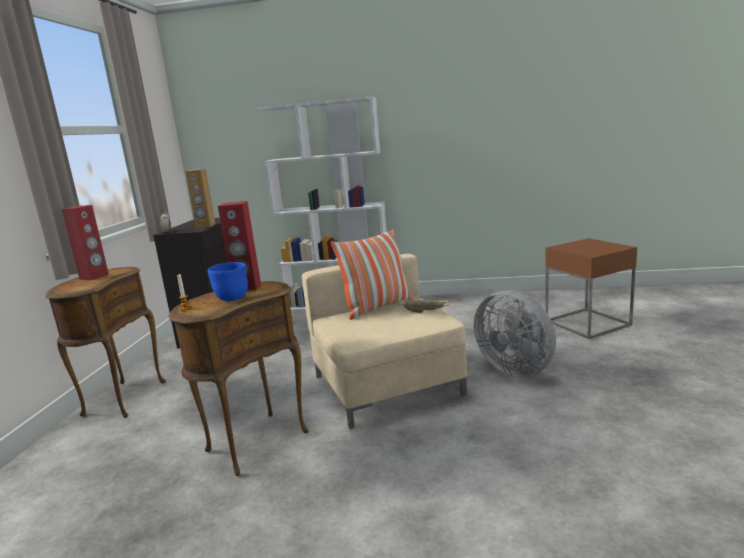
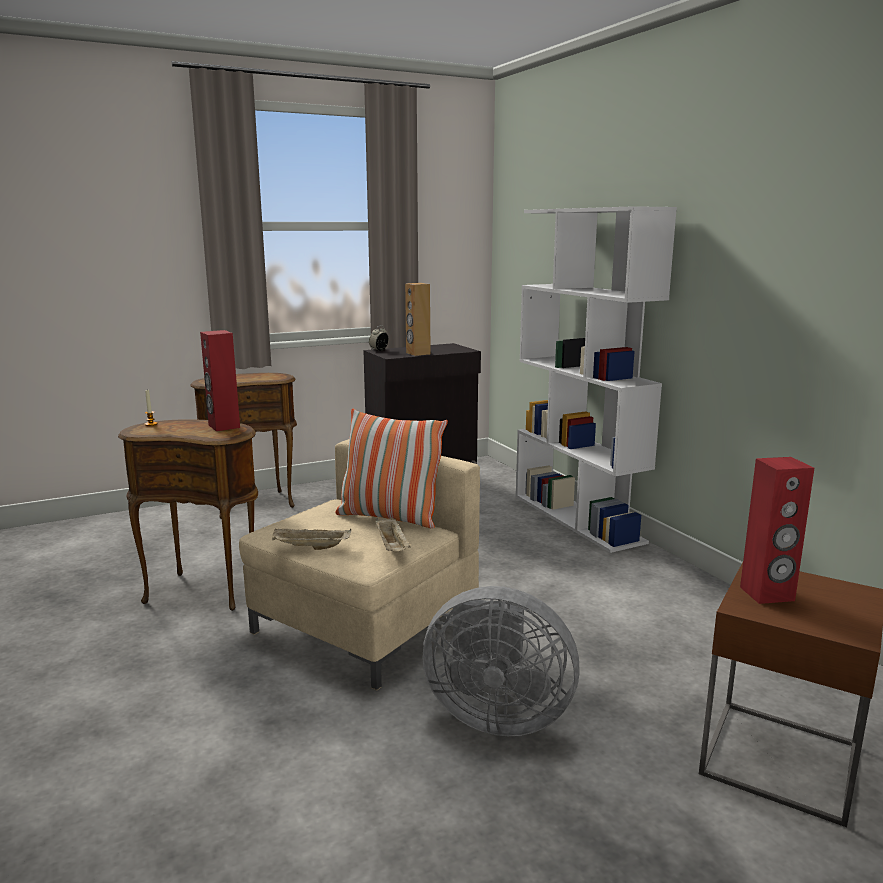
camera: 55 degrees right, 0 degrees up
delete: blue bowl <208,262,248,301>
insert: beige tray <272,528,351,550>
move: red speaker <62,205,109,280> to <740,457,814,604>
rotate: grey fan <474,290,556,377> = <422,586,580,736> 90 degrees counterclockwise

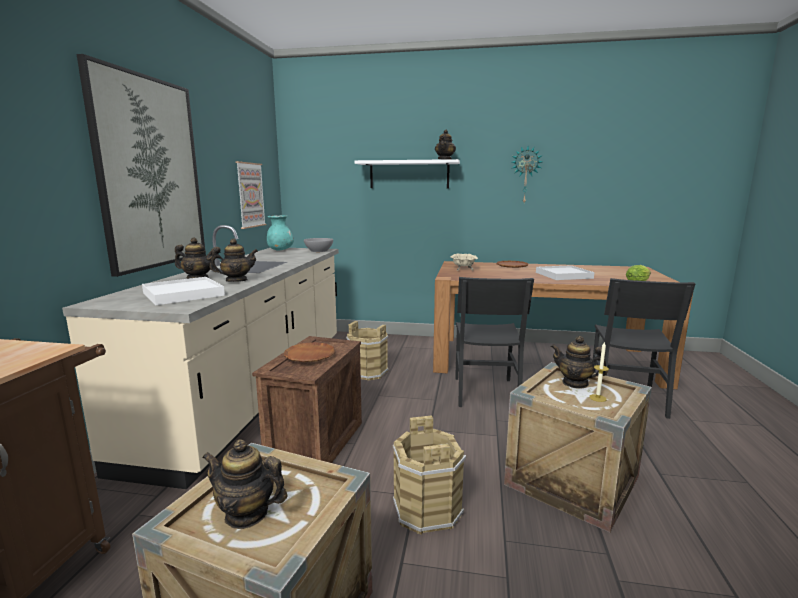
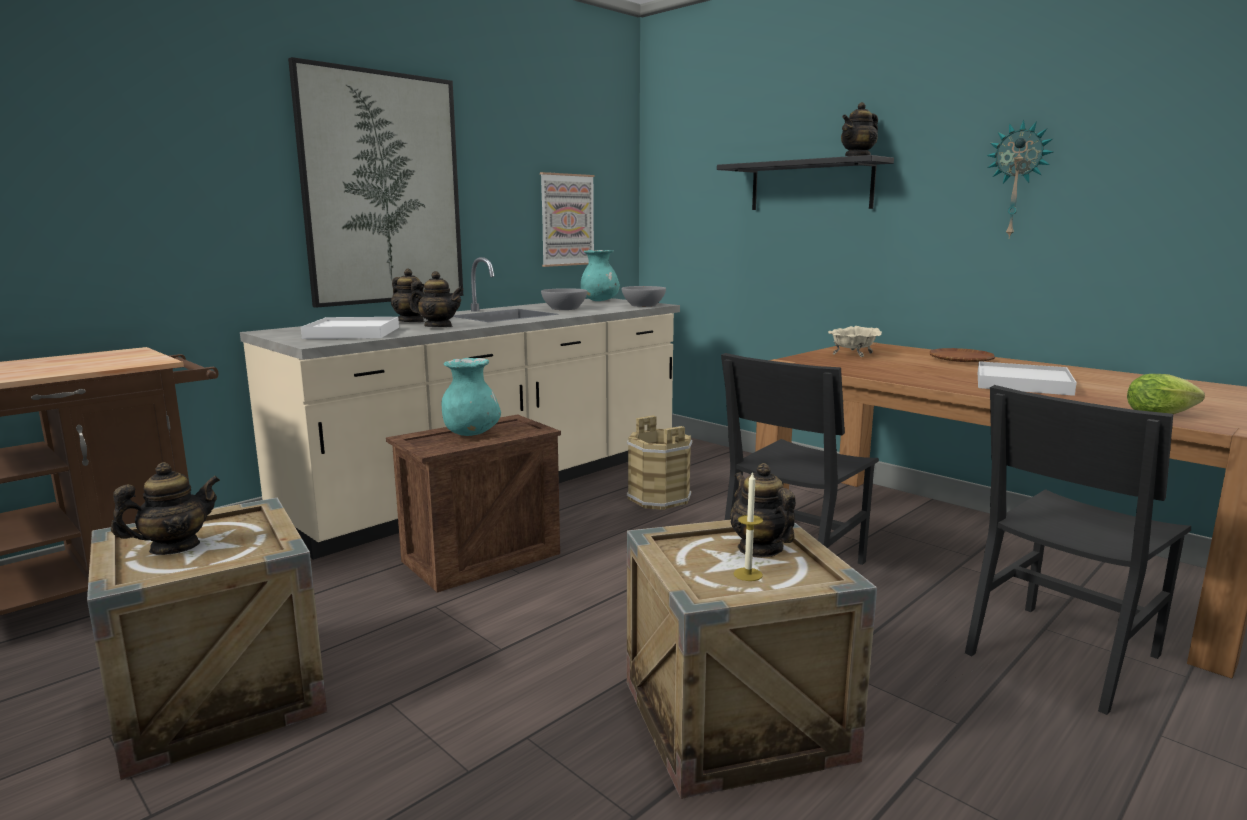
camera: 35 degrees right, 0 degrees up
delete: brown bucket <393,415,466,535>
insert: grey bowl <541,288,587,310>
replace: brown plate <284,342,335,362> to turquoise vase <442,358,501,436>
recolor: white shelf <354,159,460,188> to black shelf <717,155,894,210>
rotate: teapot <202,439,288,529> = <111,462,220,555> 90 degrees clockwise

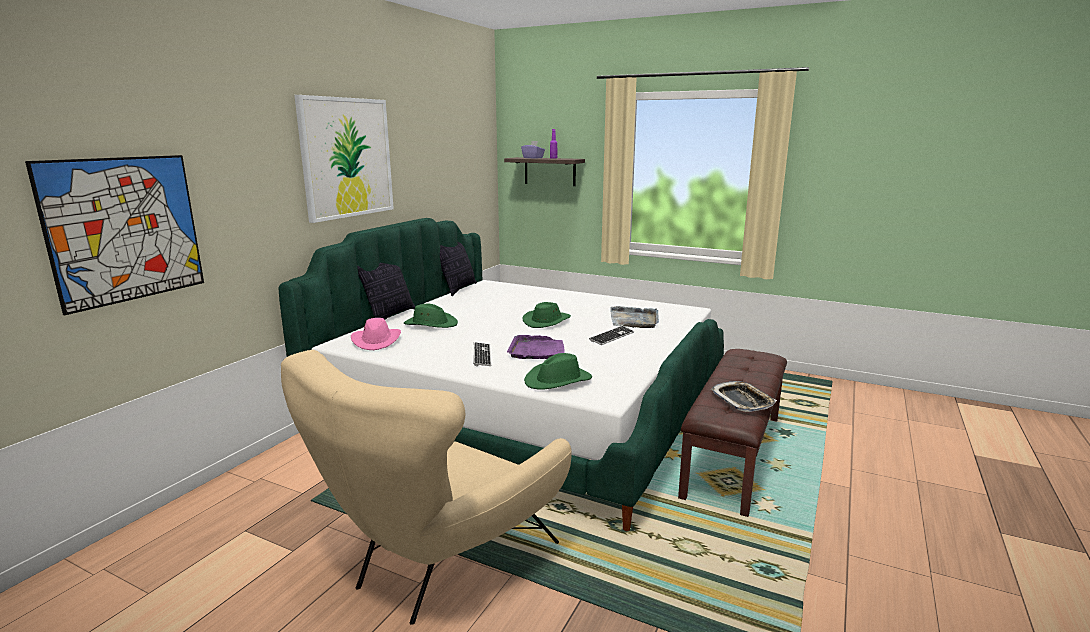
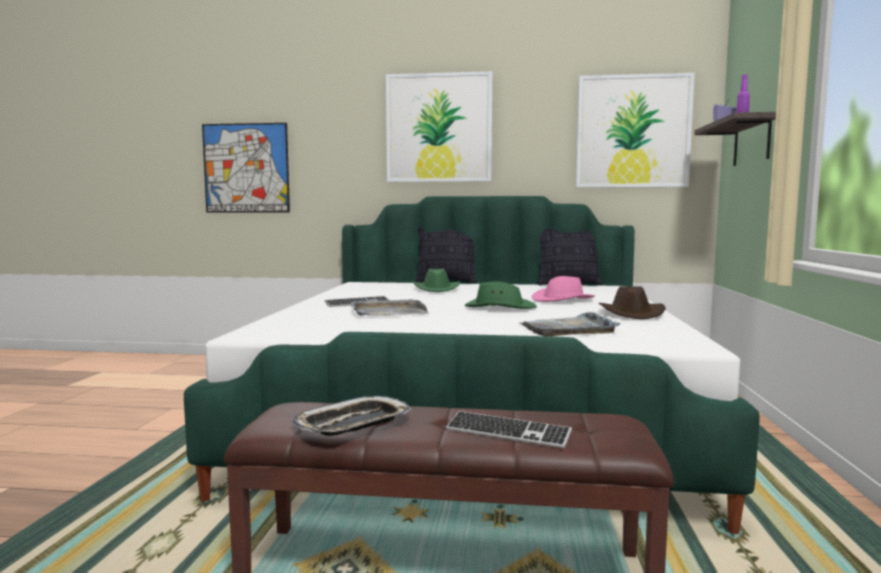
camera: 70 degrees right, 10 degrees down
delete: beige armchair <281,350,572,625>; green hat <524,353,592,390>
insert: picture <576,73,695,188>; brown hat <599,286,666,319>
move: pink hat <351,318,401,350> to <532,276,595,302>; keyboard <589,326,634,345> to <446,411,572,448>
recolor: purple tray <507,335,565,359> to grey tray <351,299,429,316>

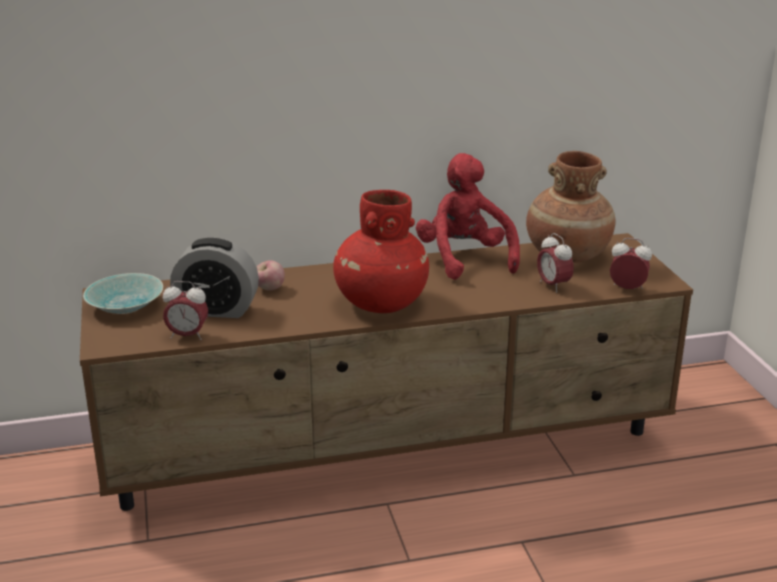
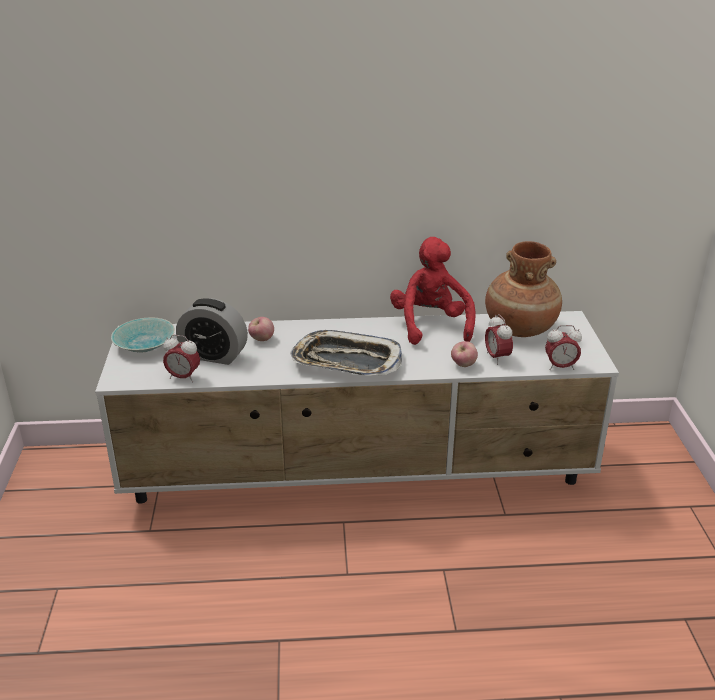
camera: 10 degrees right, 5 degrees up
insert: apple <451,341,478,367>
replace: red vase <333,190,429,313> to tray <290,330,402,376>
recolor: brown tv stand <80,233,693,511> to white tv stand <95,311,619,504>
rotate: alarm clock <610,238,652,289> = <545,325,582,370> 150 degrees clockwise

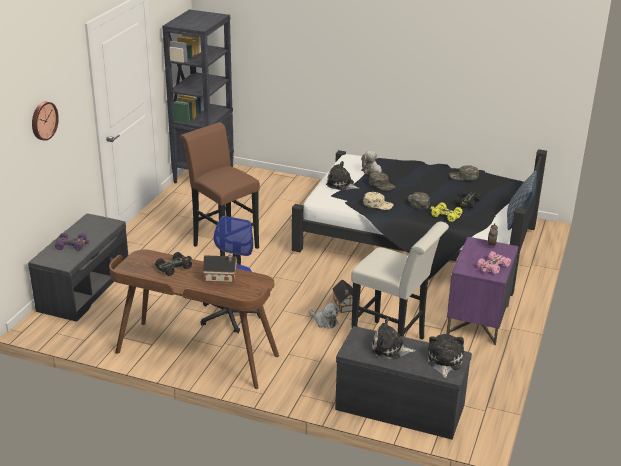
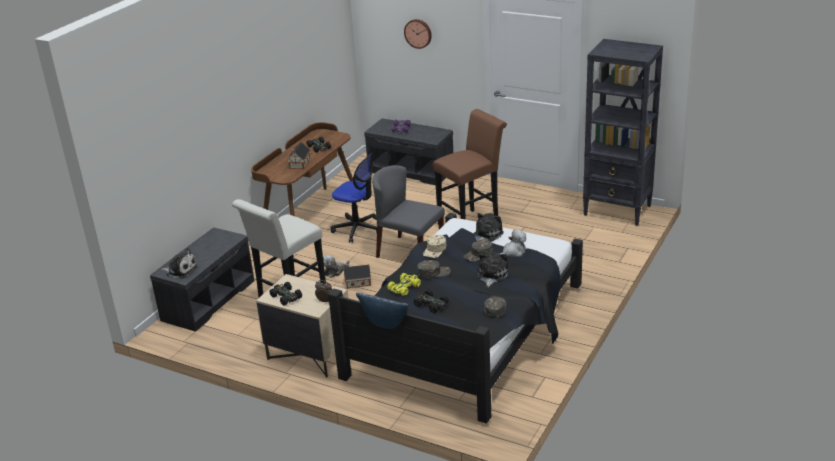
camera: 100 degrees right, 0 degrees up
insert: grey chair <372,165,445,258>
move: plush toy <371,318,416,359> to <478,252,508,287>
recolor: purple nightstand <446,237,519,345> to beige nightstand <256,274,348,378>; pink toy car <477,251,511,274> to black toy car <270,282,302,305>

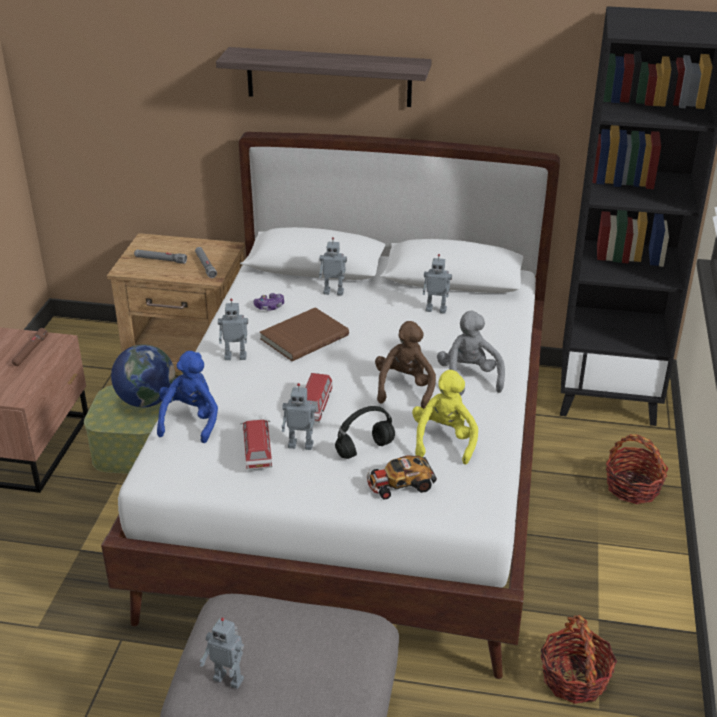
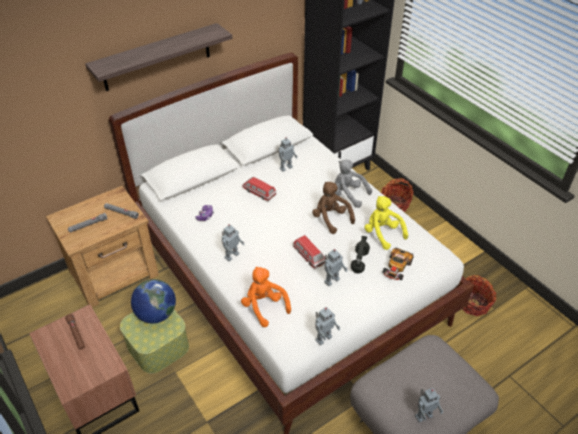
camera: 45 degrees left, 10 degrees up
delete: brown book <260,307,349,361>
move: toy car <241,420,272,470> to <242,177,276,201>; toy robot <319,237,347,295> to <315,307,341,345>
recolor: blue plush toy <157,351,218,443> to orange plush toy <241,266,291,328>

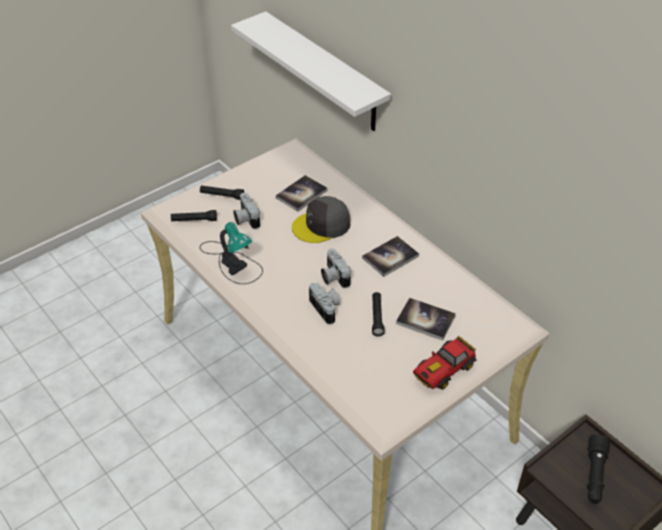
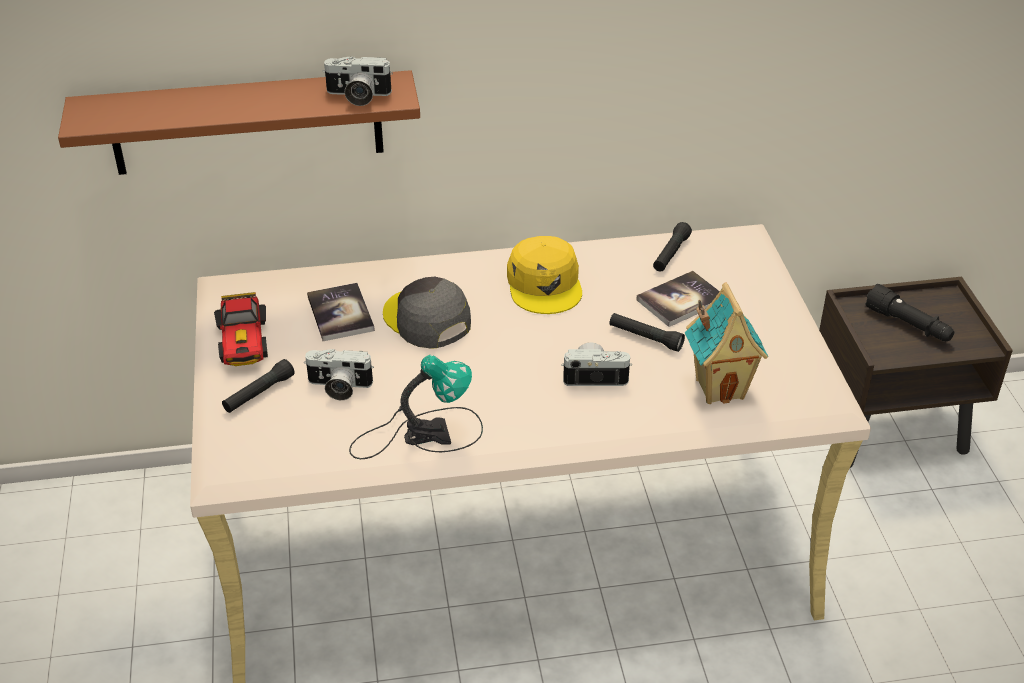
camera: 60 degrees left, 5 degrees down
insert: toy house <685,283,769,404>
move: black flashlight <171,210,217,221> to <653,222,692,272>; photo camera <321,248,351,288> to <323,56,393,106>; toy car <413,336,477,390> to <214,292,268,366>
replace: book <362,236,419,277> to yellow cap <507,236,582,314>
recolor: white shelf <231,11,391,131> to brown shelf <58,70,420,175>
rotate: grey cap <292,196,350,243> = <383,277,471,349> 135 degrees clockwise

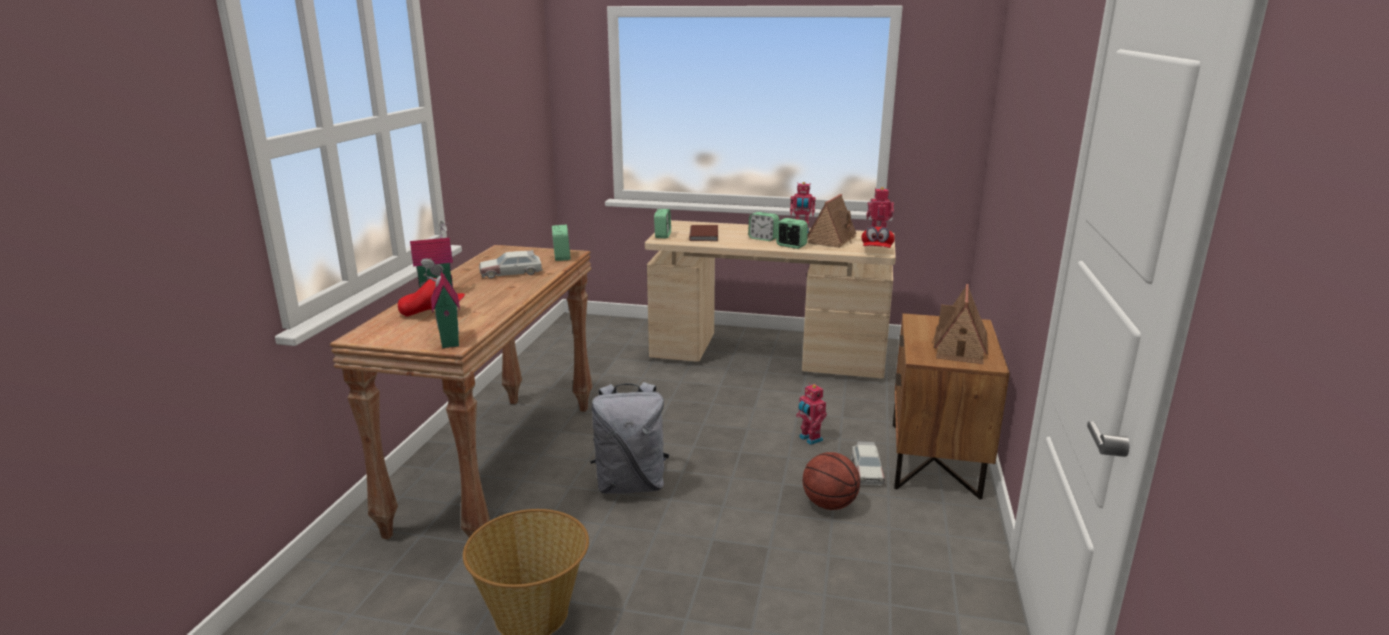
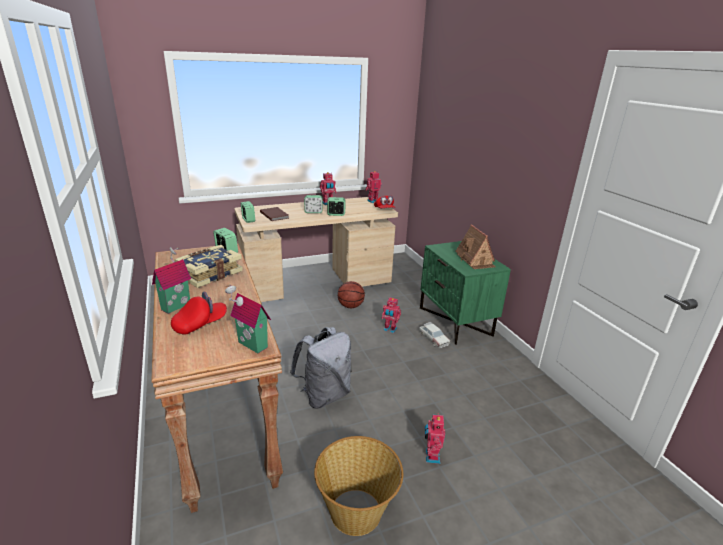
camera: 35 degrees left, 5 degrees up
delete: toy house <807,194,857,248>
insert: toy robot <425,413,445,464>
move: basketball <803,452,860,510> to <338,281,365,308>
replace: toy car <479,250,543,279> to book <175,245,243,288>
recolor: brown nightstand <893,313,1010,499> to green nightstand <420,241,511,345>

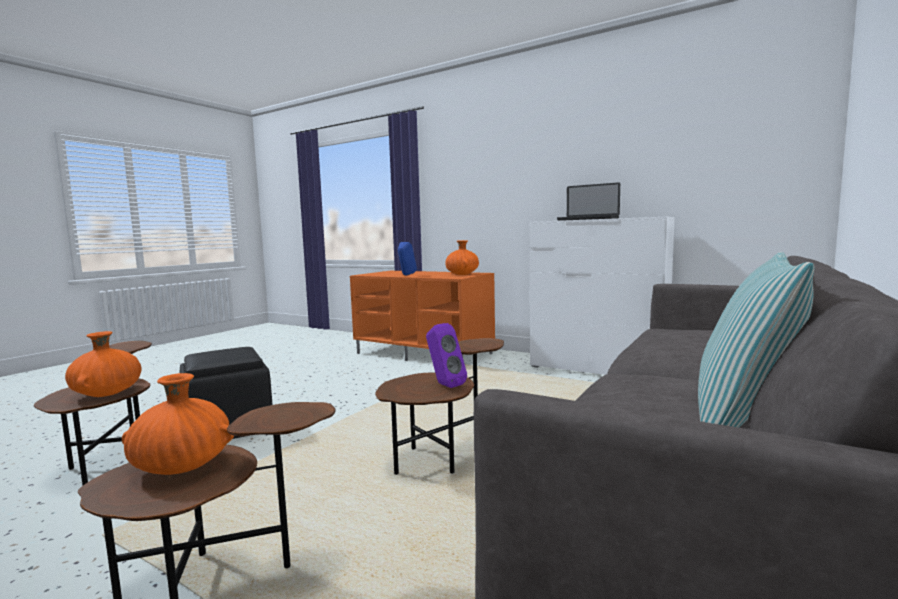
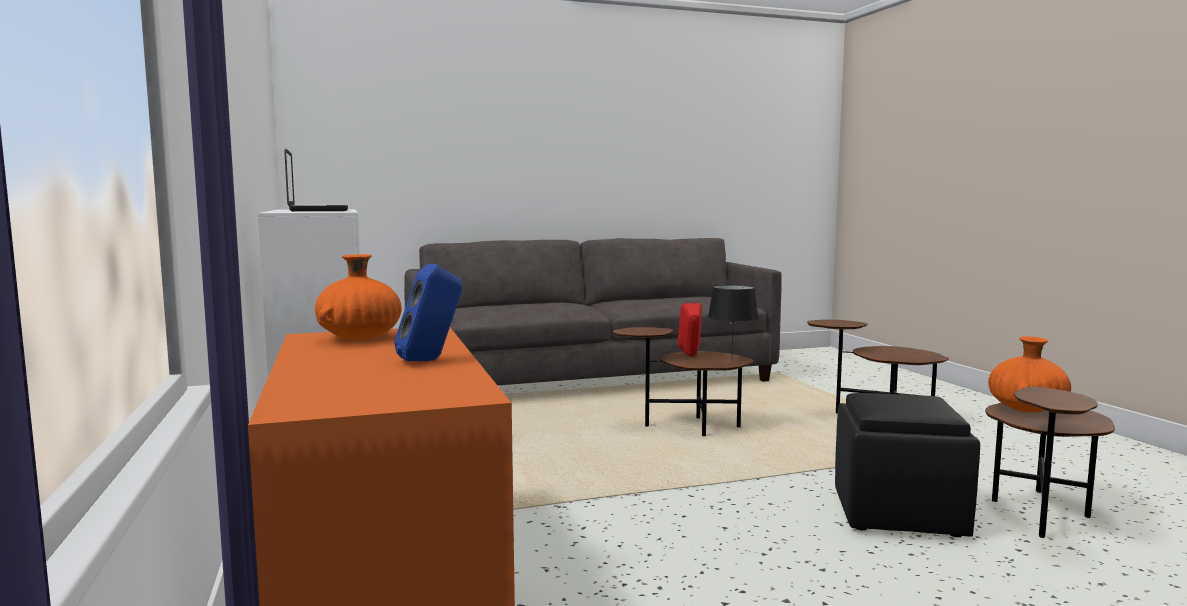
camera: 140 degrees left, 0 degrees up
delete: orange vase <122,373,234,475>; pillow <698,252,815,428>
insert: black table lamp <708,285,759,353>
recolor: purple speaker <426,323,467,388> to red speaker <678,303,702,357>

